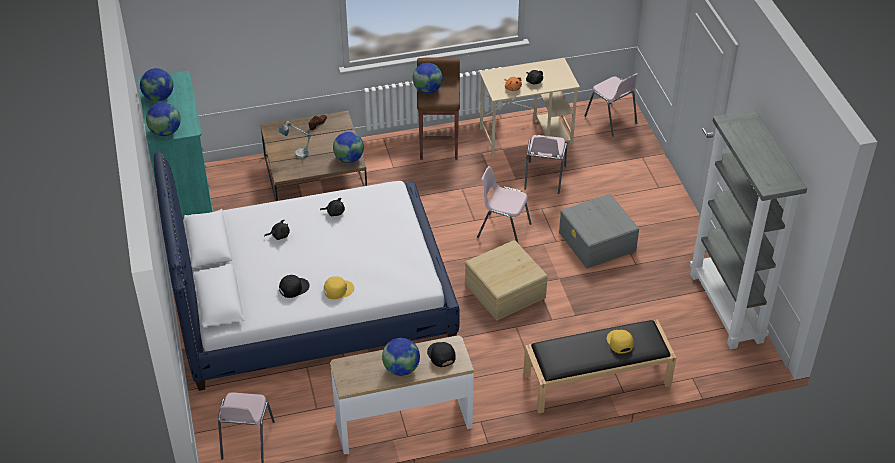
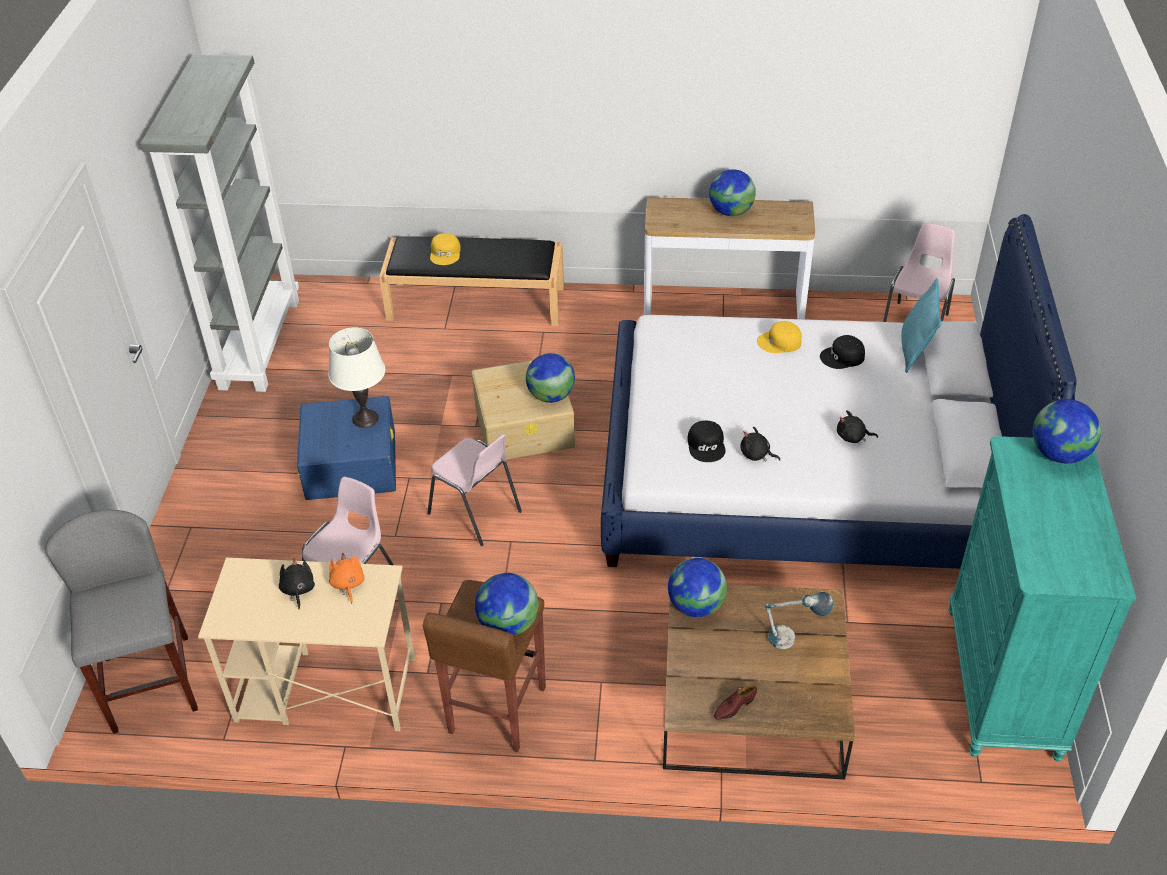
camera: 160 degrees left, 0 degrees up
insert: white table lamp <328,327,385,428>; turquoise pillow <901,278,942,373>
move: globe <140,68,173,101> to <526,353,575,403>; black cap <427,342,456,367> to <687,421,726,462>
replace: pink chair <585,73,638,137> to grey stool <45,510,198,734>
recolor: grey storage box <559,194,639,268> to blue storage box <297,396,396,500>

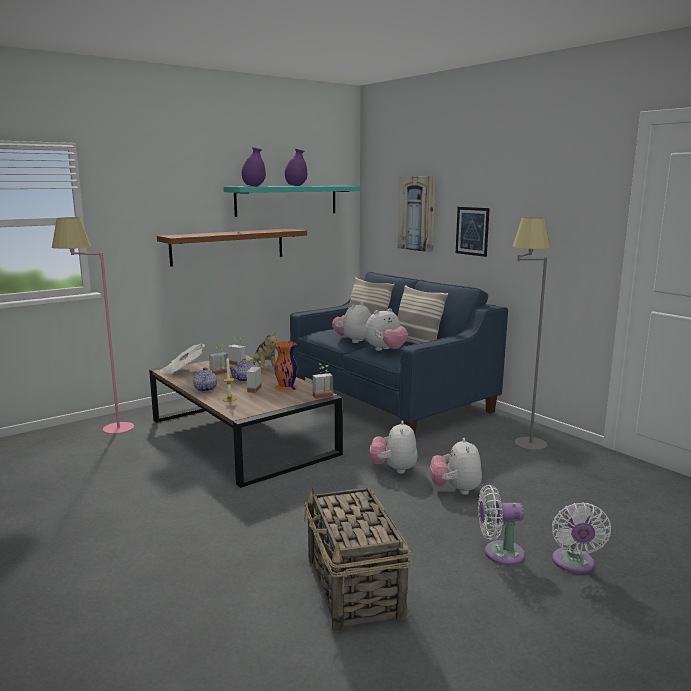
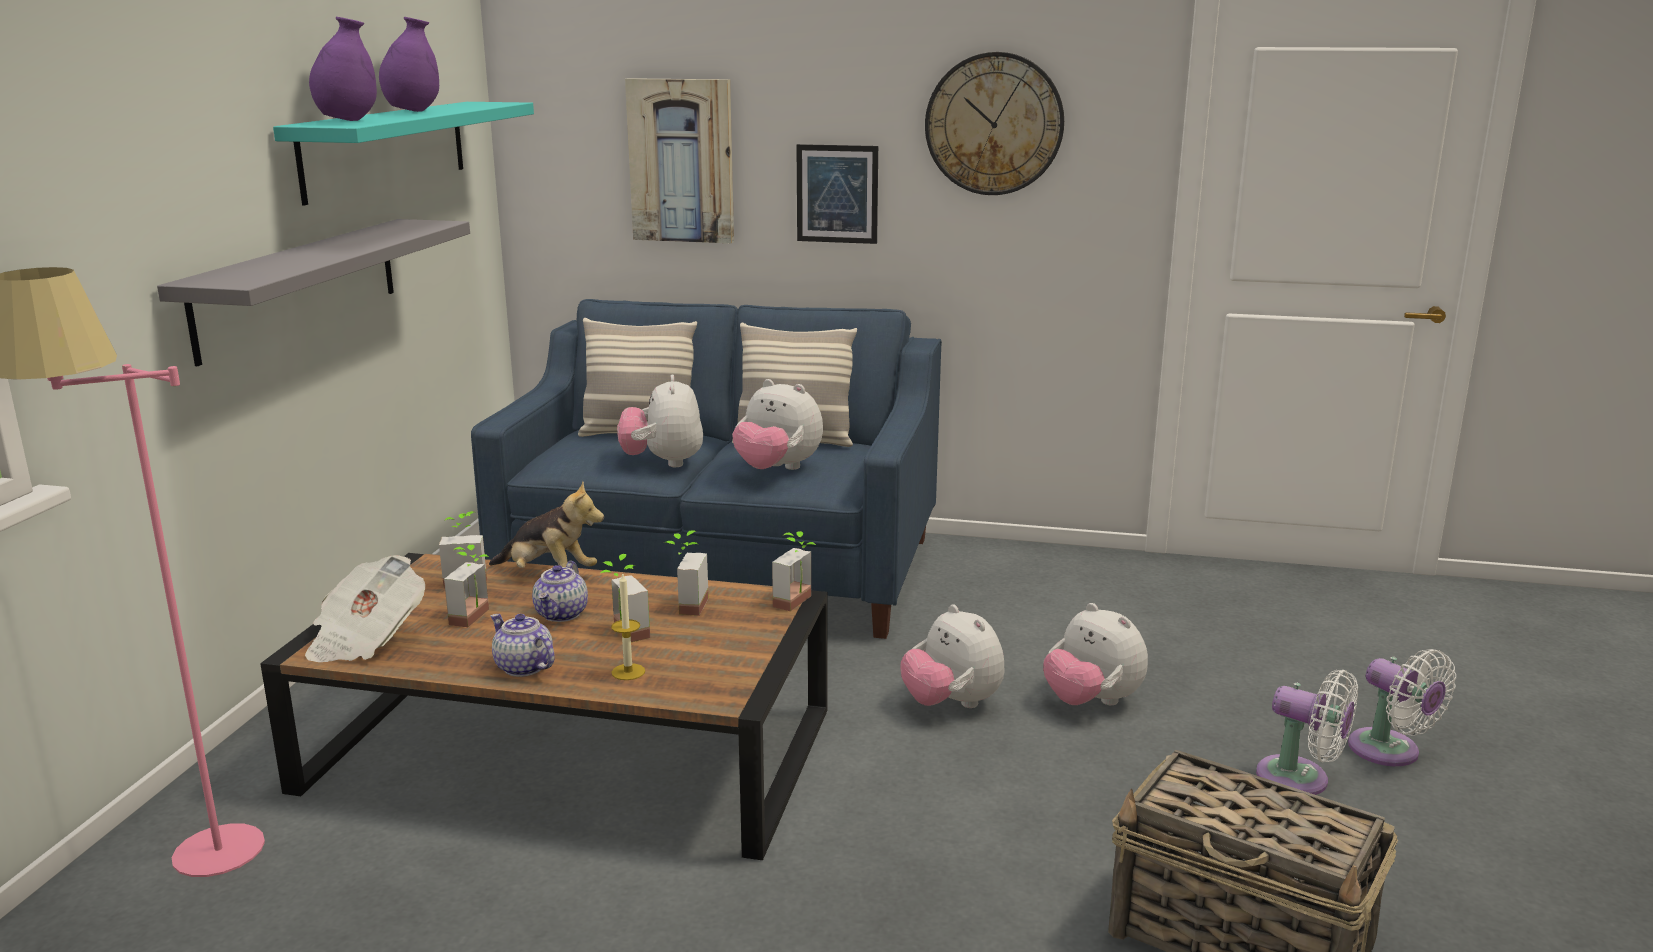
camera: 40 degrees left, 5 degrees up
delete: grey floor lamp <512,217,550,450>
insert: wall clock <925,52,1064,195>
replace: orange vase <274,341,298,391> to potted plant <664,530,709,616>
recolor: brown shelf <157,229,307,267> to grey shelf <157,219,470,366>
rotate: plush toy <365,308,408,351> = <732,379,823,470> 105 degrees clockwise; white fan <478,485,525,565> = <1256,670,1358,795> 105 degrees counterclockwise

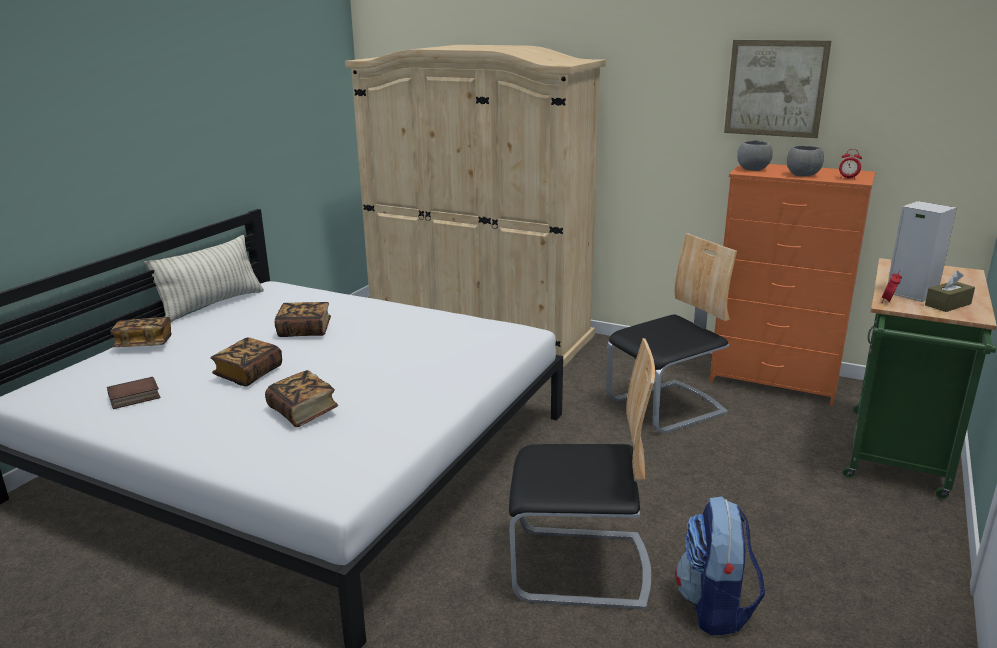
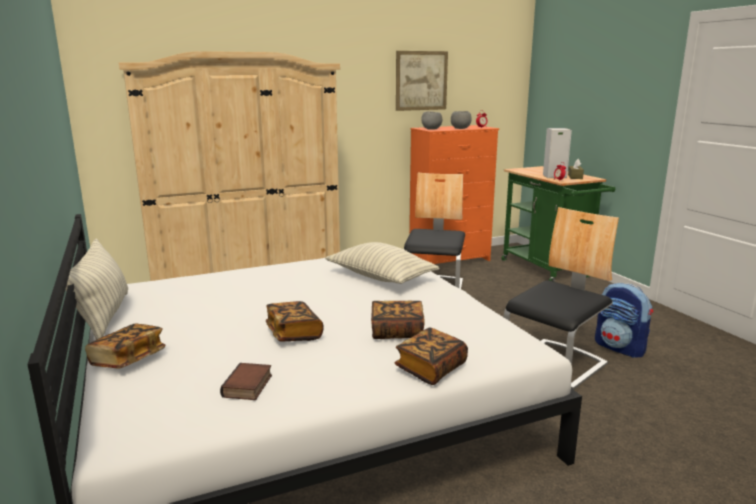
camera: 50 degrees left, 5 degrees down
insert: pillow <325,242,440,284>
move: book <275,302,331,337> to <395,327,468,385>

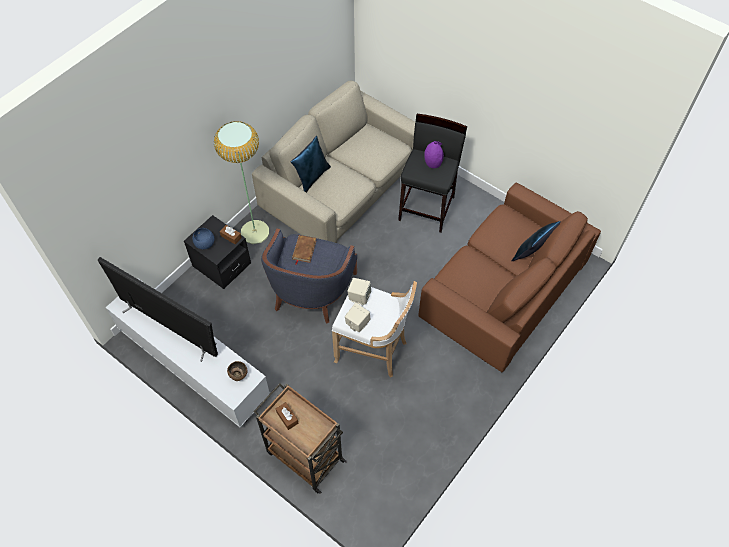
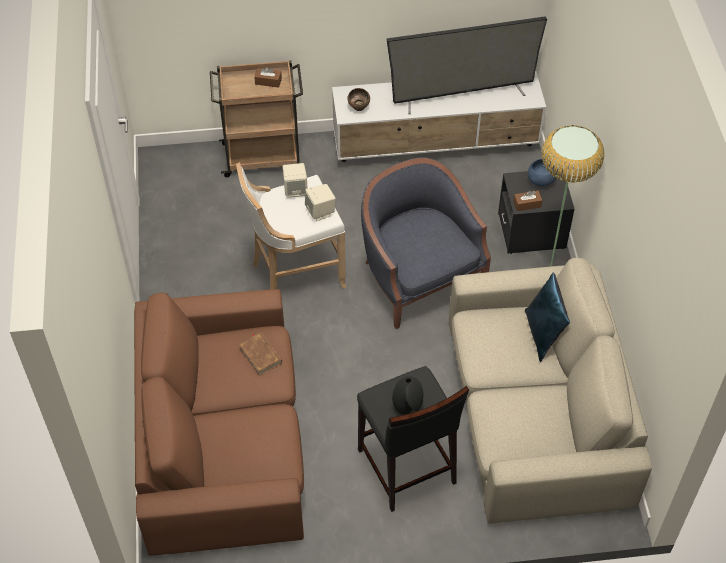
camera: 135 degrees right, 5 degrees down
delete: blue pillow <512,221,561,261>
move: brown book <292,235,316,264> to <239,332,282,376>
recolor: purple vase <424,141,444,168> to black vase <392,376,424,415>

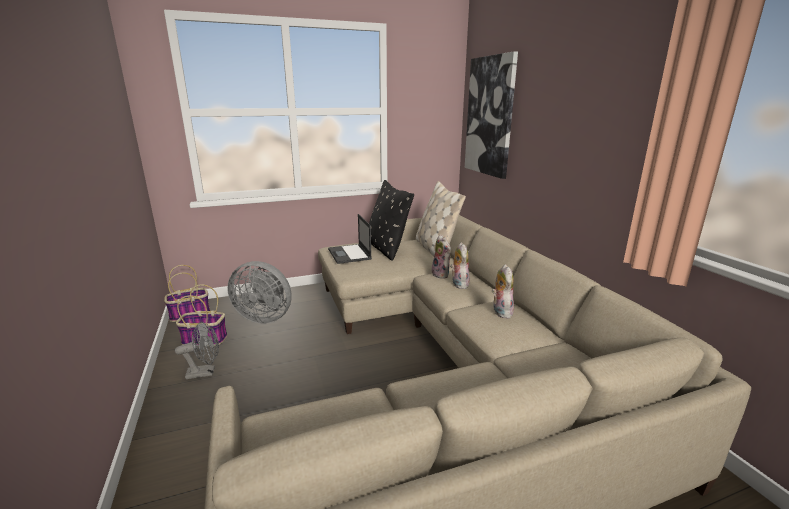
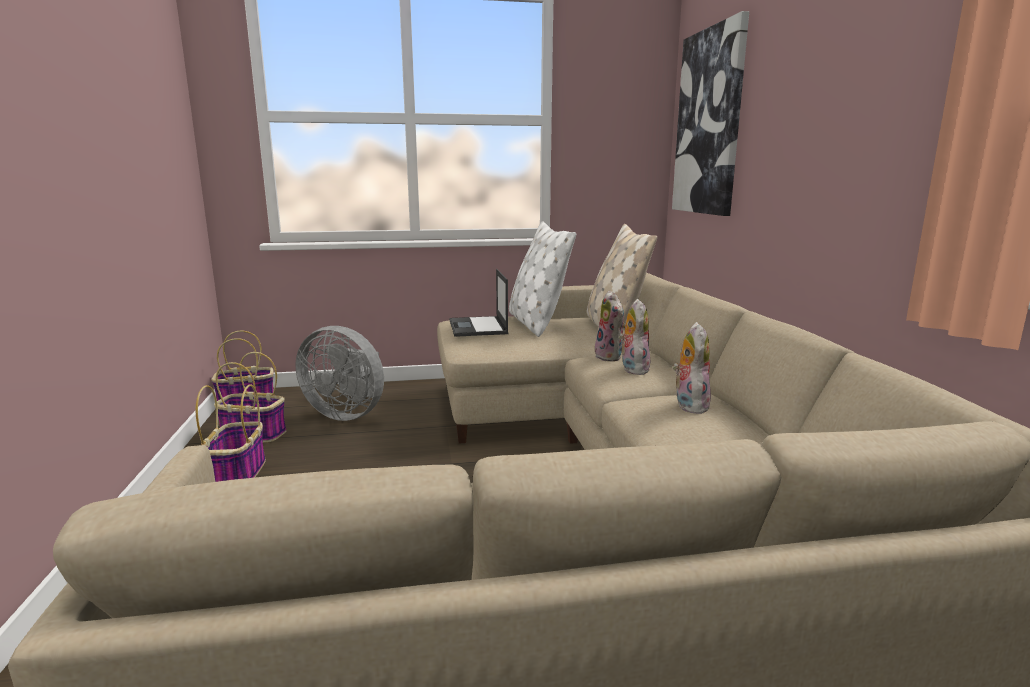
camera: 10 degrees right, 5 degrees down
replace: grey fan <175,322,219,379> to basket <195,384,266,482>
recolor: black pillow <369,180,414,261> to white pillow <509,221,576,337>

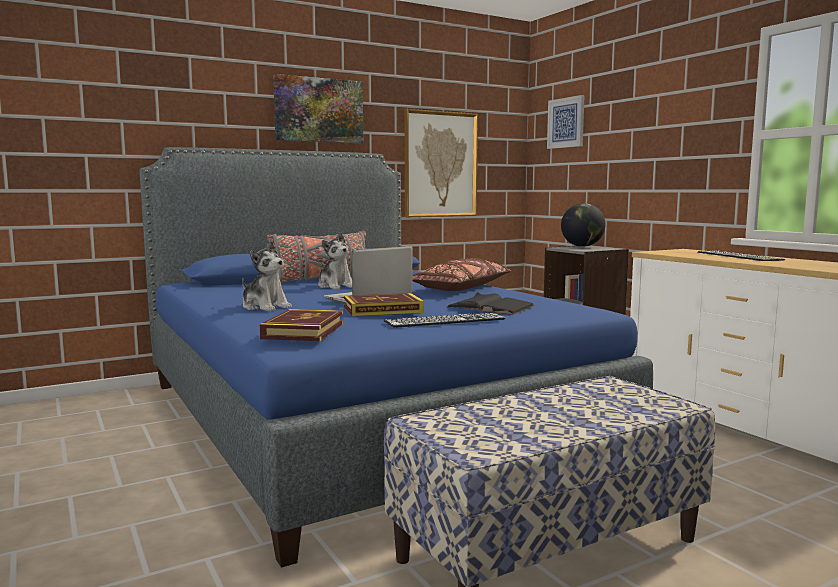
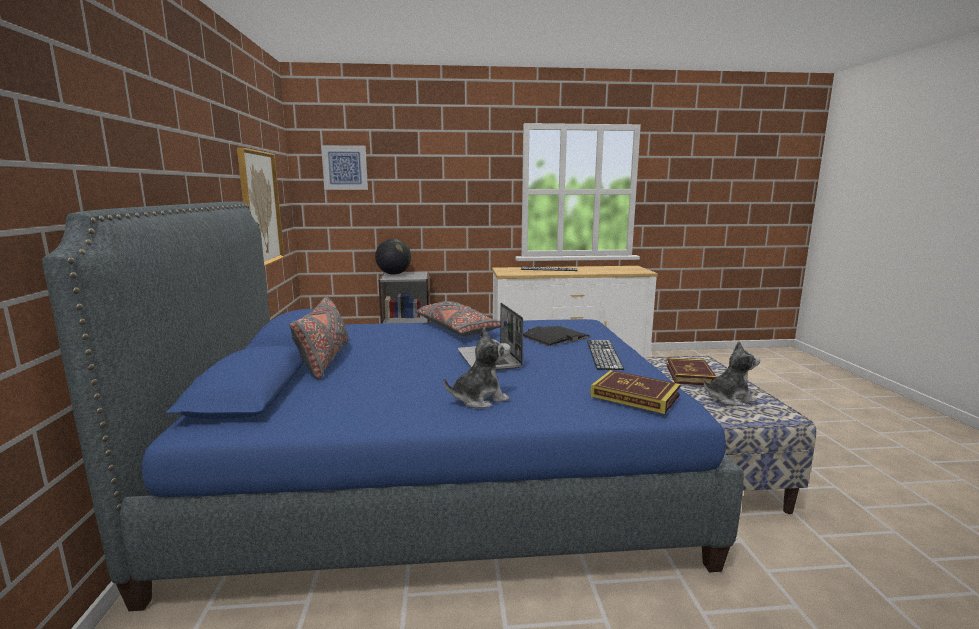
camera: 65 degrees left, 5 degrees up
delete: picture <273,74,363,143>
move: plush toy <318,232,352,289> to <704,341,760,406>; book <344,293,424,316> to <666,357,717,386>
recolor: brown pillow <413,258,511,291> to grey pillow <415,301,500,336>

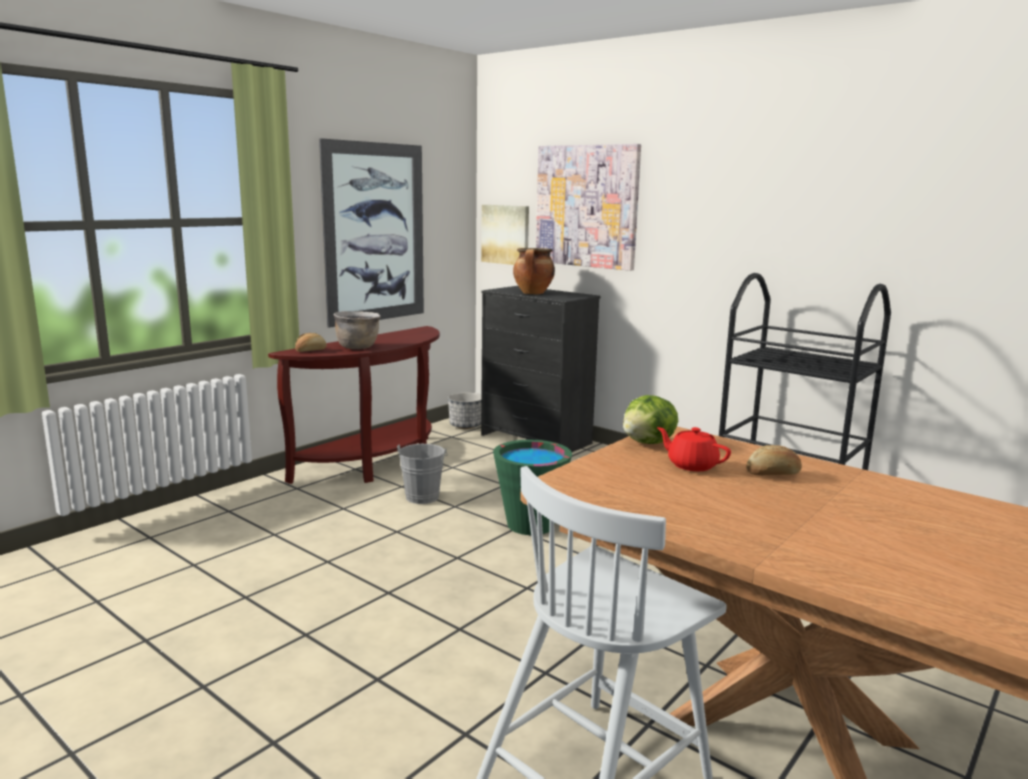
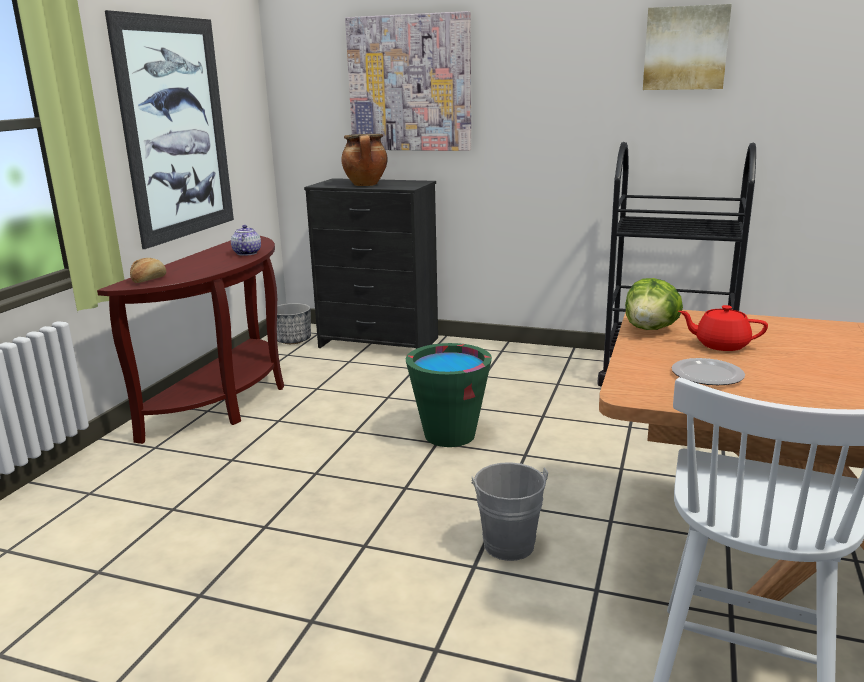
camera: 20 degrees left, 5 degrees up
delete: brown cooking pot <334,311,381,349>; bread <746,445,802,476>
insert: teapot <231,225,261,256>; plate <672,358,745,385>
move: grey bucket <397,444,448,504> to <471,462,548,561>; picture <481,205,529,265> to <643,4,732,90>

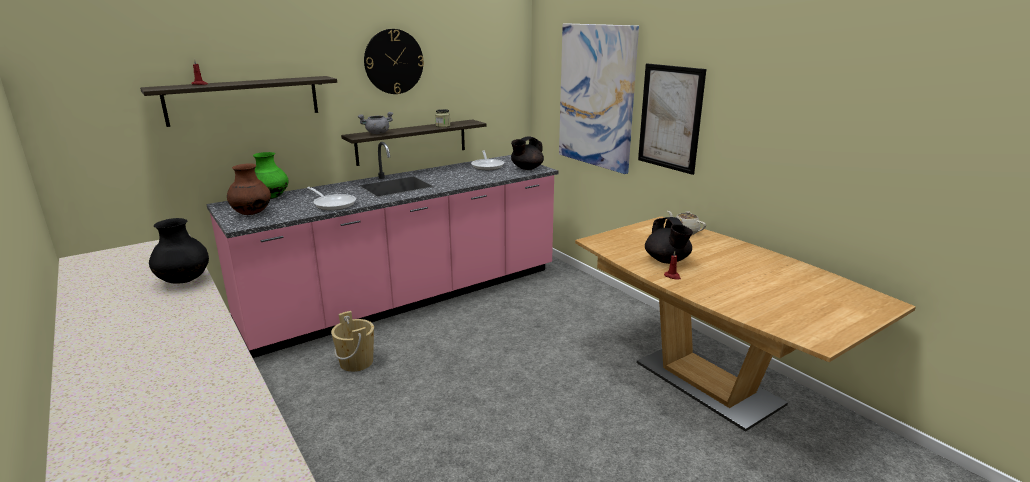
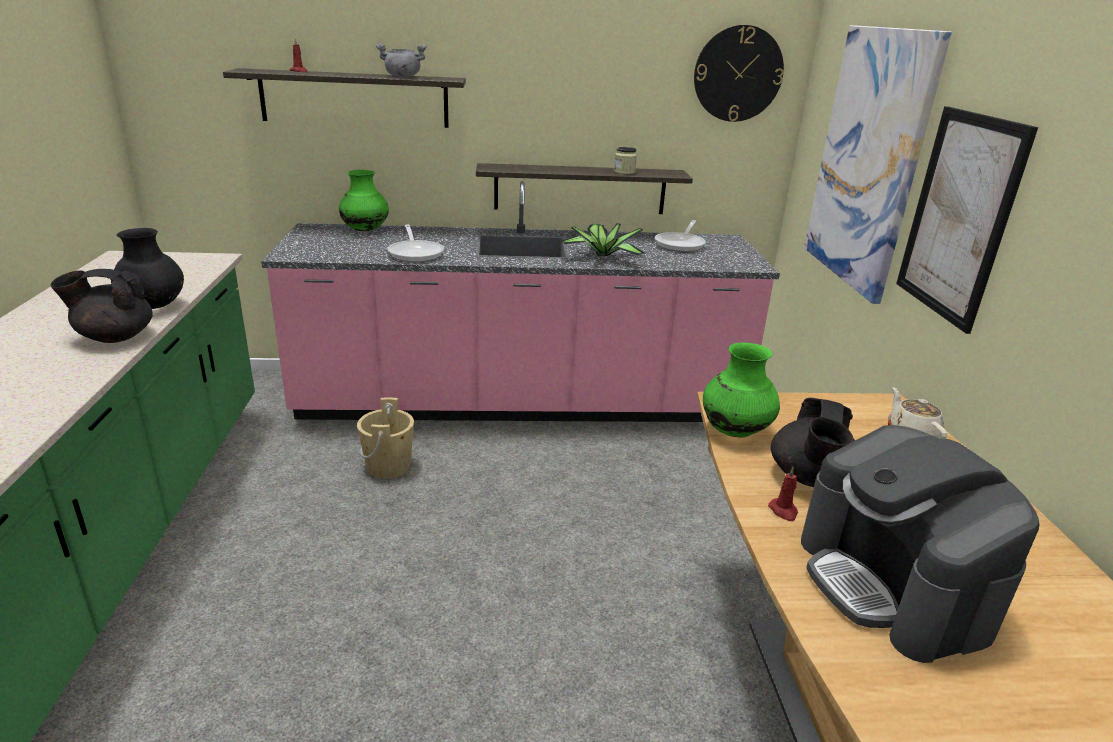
camera: 30 degrees right, 5 degrees up
delete: brown vase <227,163,271,215>
insert: potted plant <562,223,645,258>; green vase <703,342,780,438>; coffee machine <801,425,1040,663>
move: grey cooking pot <358,112,393,134> to <376,43,427,77>; wall clock <364,29,424,94> to <694,25,784,122>; black teapot <511,136,544,170> to <50,269,153,343>

